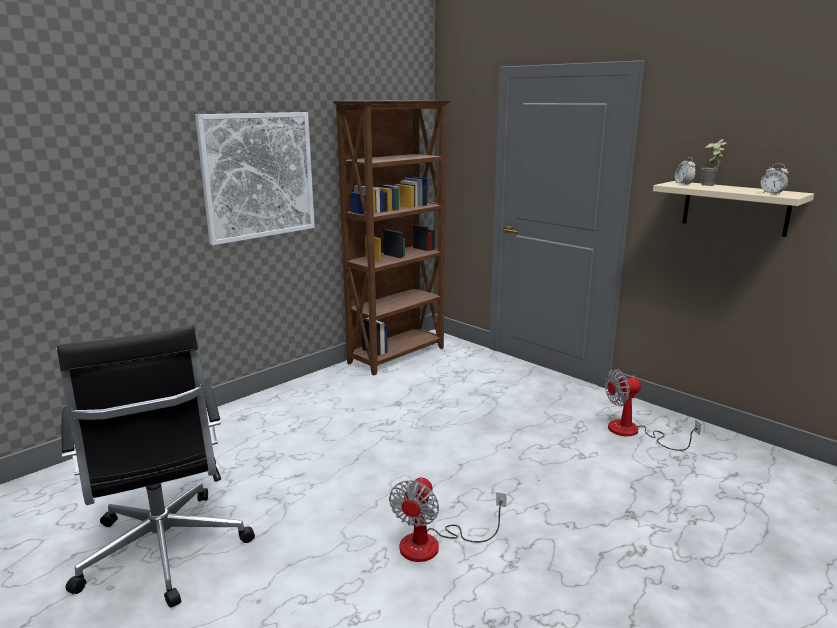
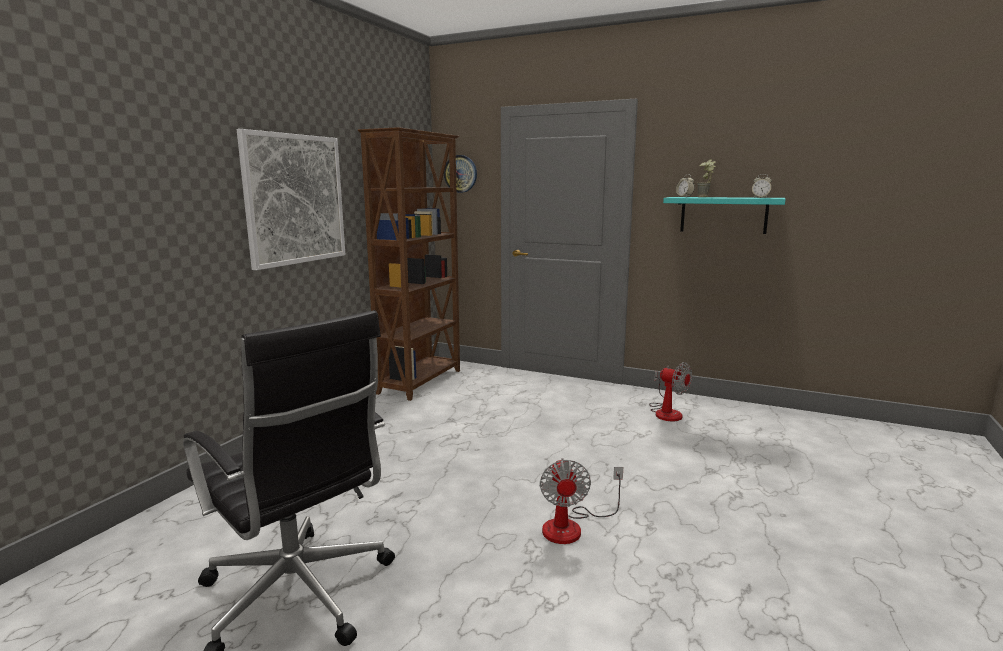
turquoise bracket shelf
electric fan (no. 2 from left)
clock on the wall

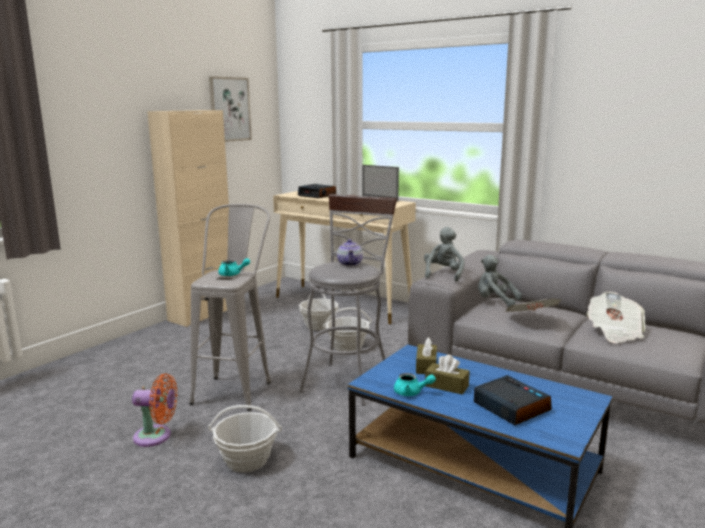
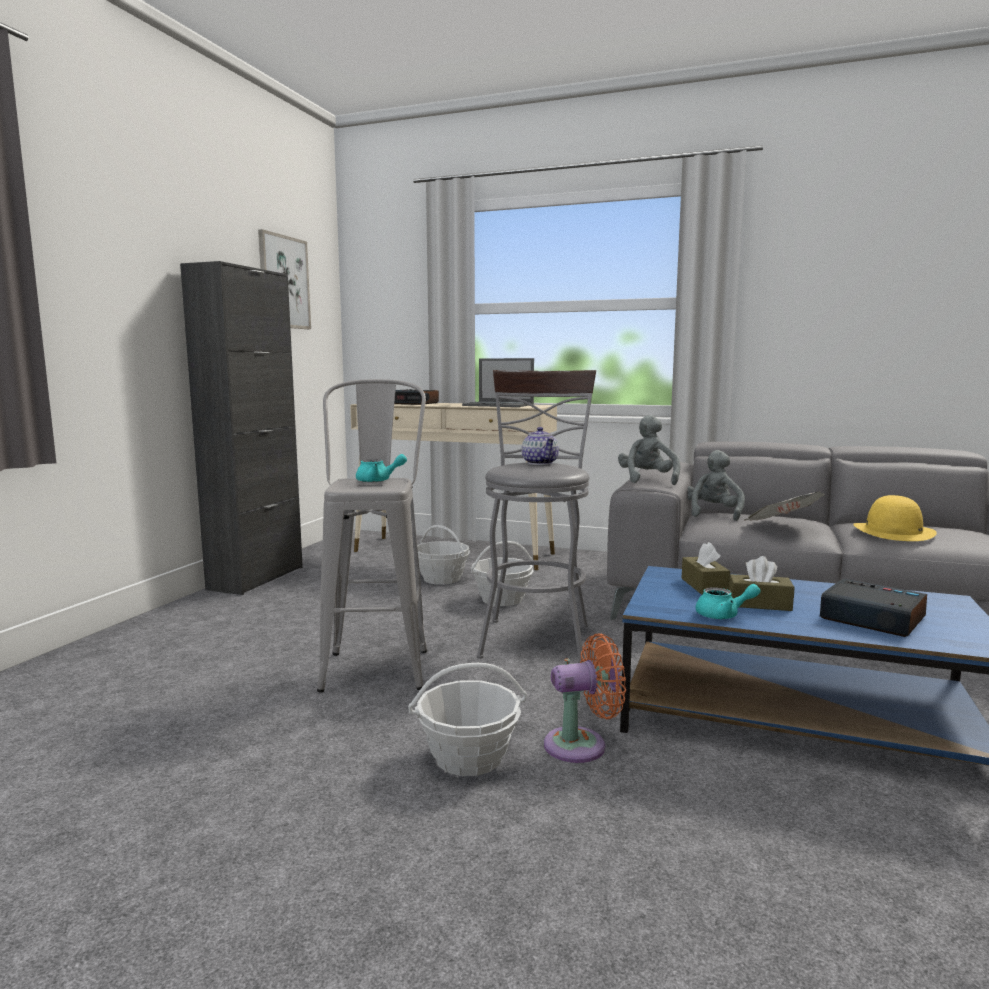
blackish storage cabinet
grey cuddly toy (no. 2 from left)
yellow wearable hat
orangey electric fan

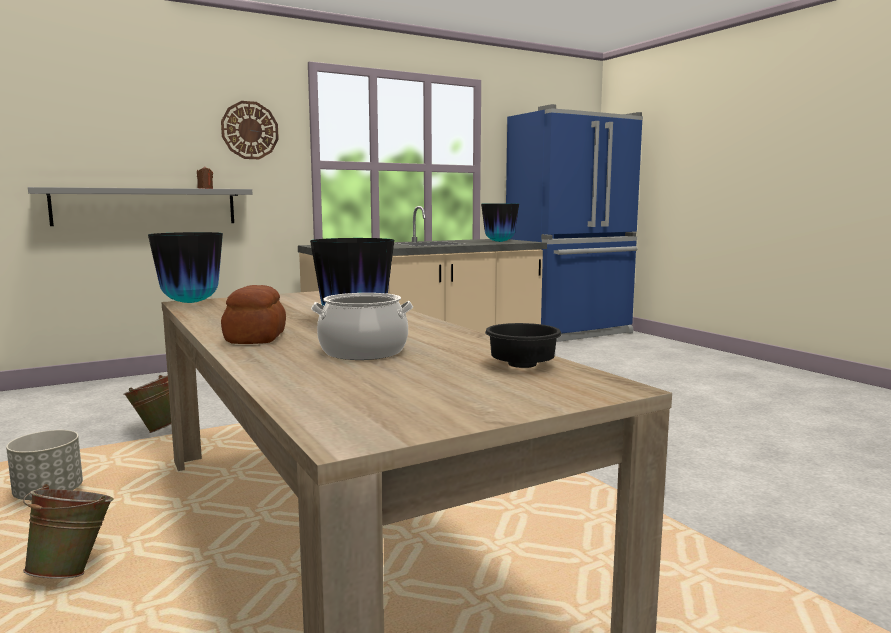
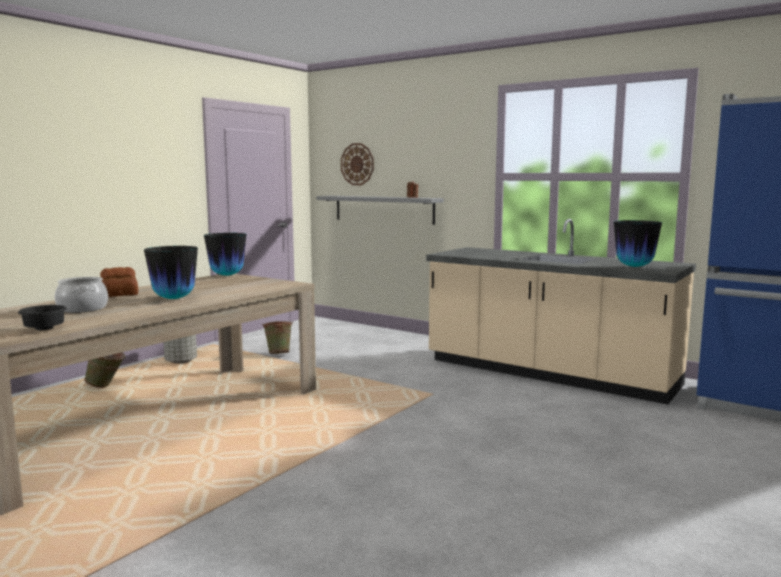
clock on the wall

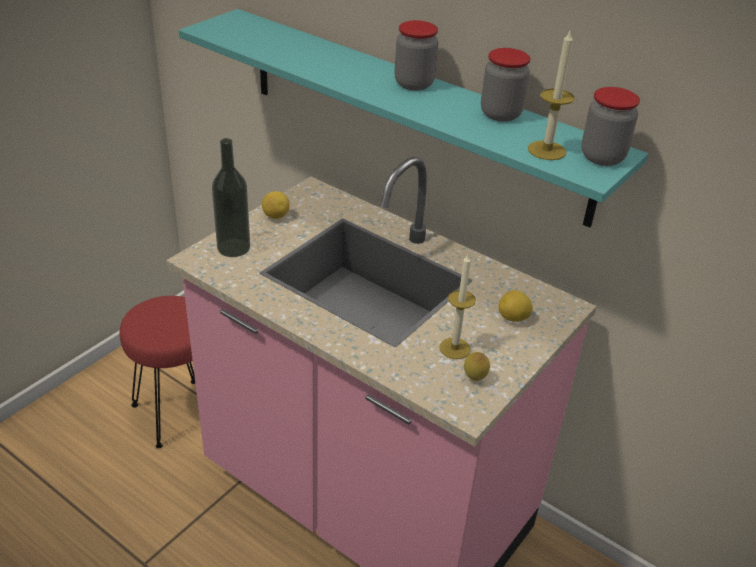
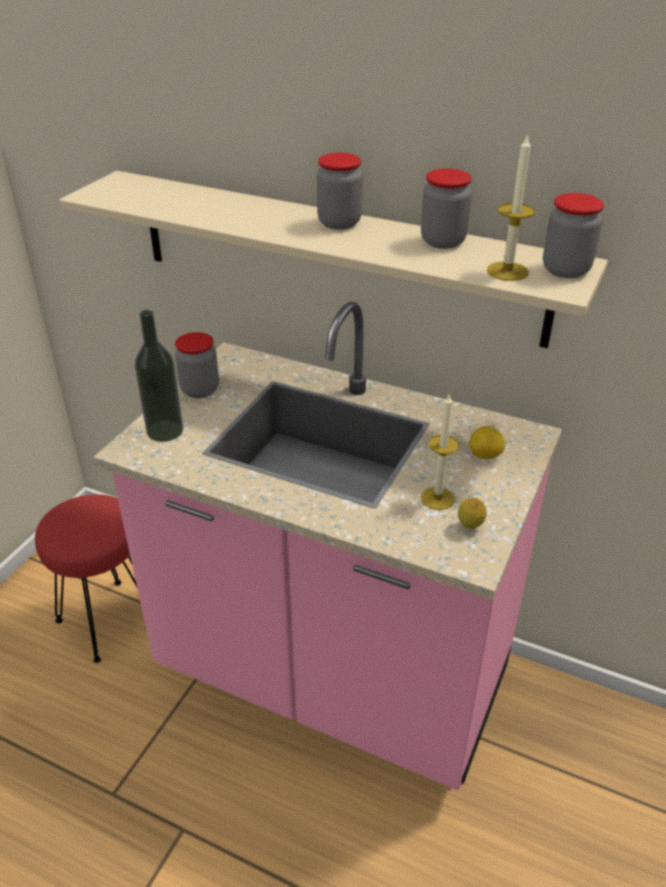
sand-coloured bracket shelf
storage jar (no. 1 from left)

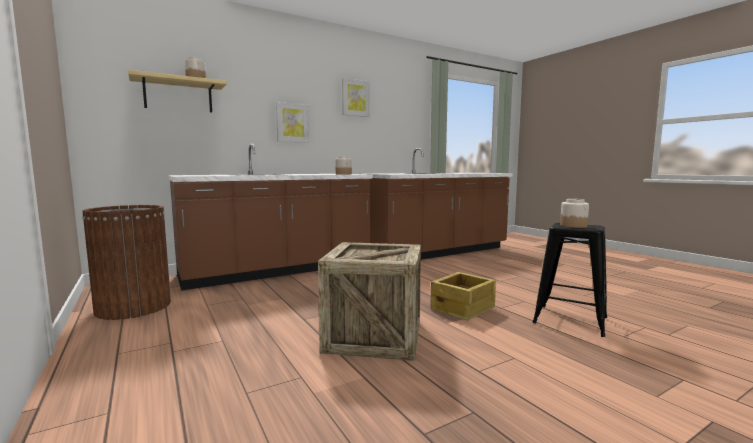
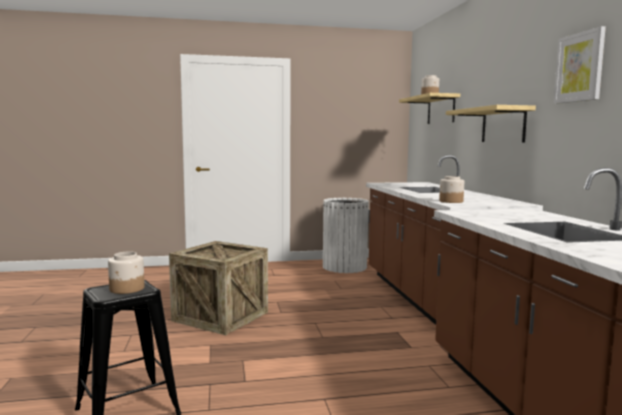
bracket shelf (no. 2 from left)
whitish waste bin
shipping crate (no. 2 from left in the first image)

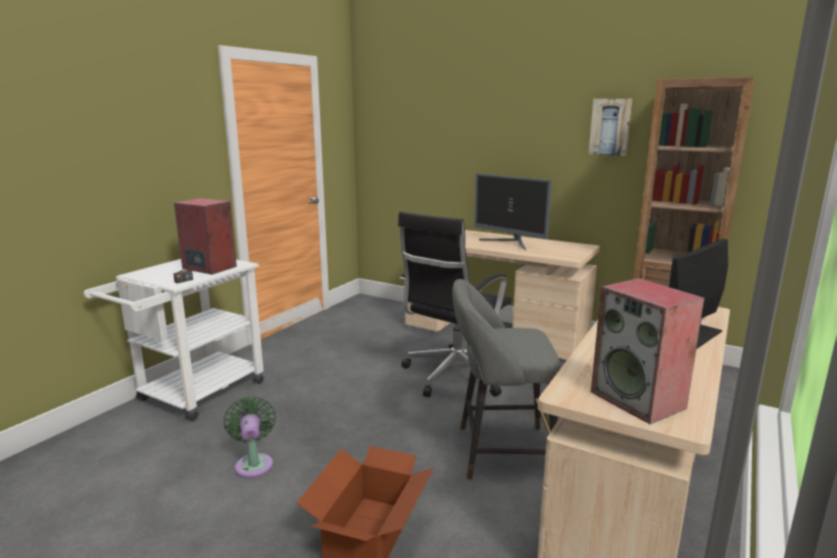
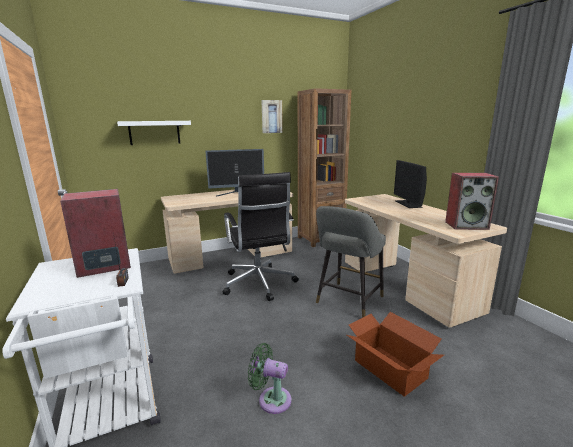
whitish bracket shelf

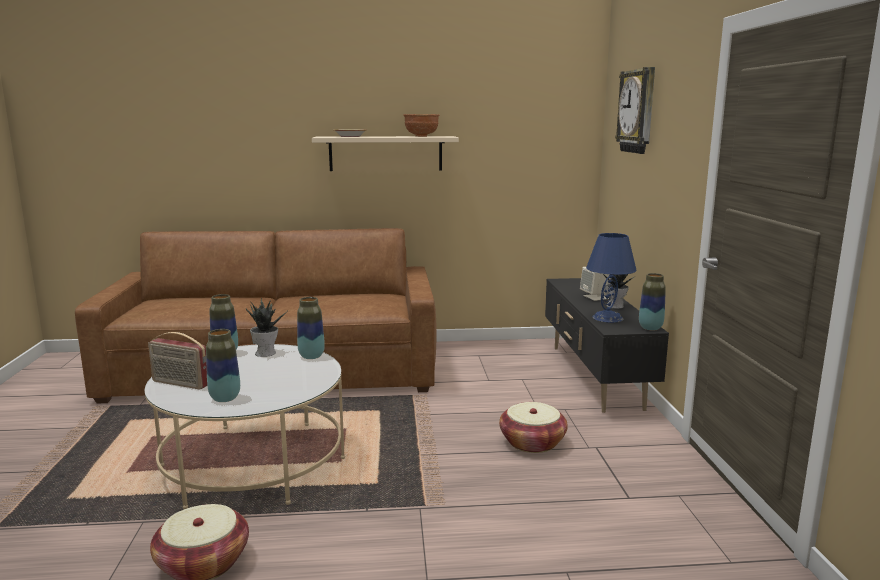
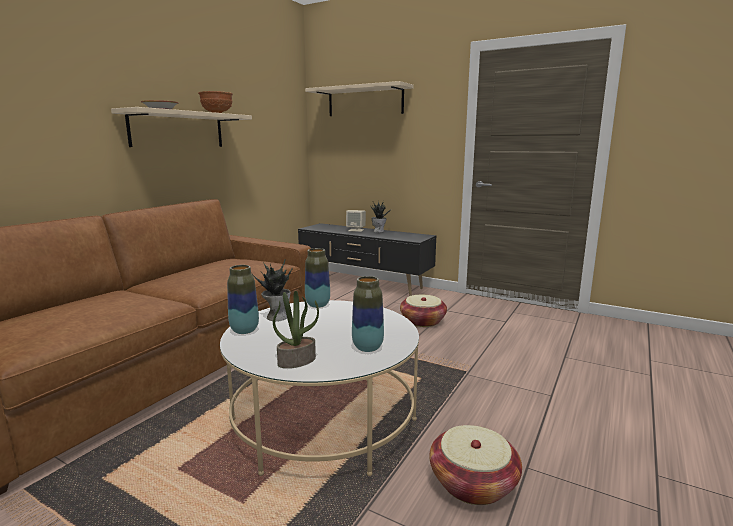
sand-coloured bracket shelf (no. 2 from left)
bluish table lamp
decorative vase (no. 4 from left in the first image)
potted plant (no. 2 from left)

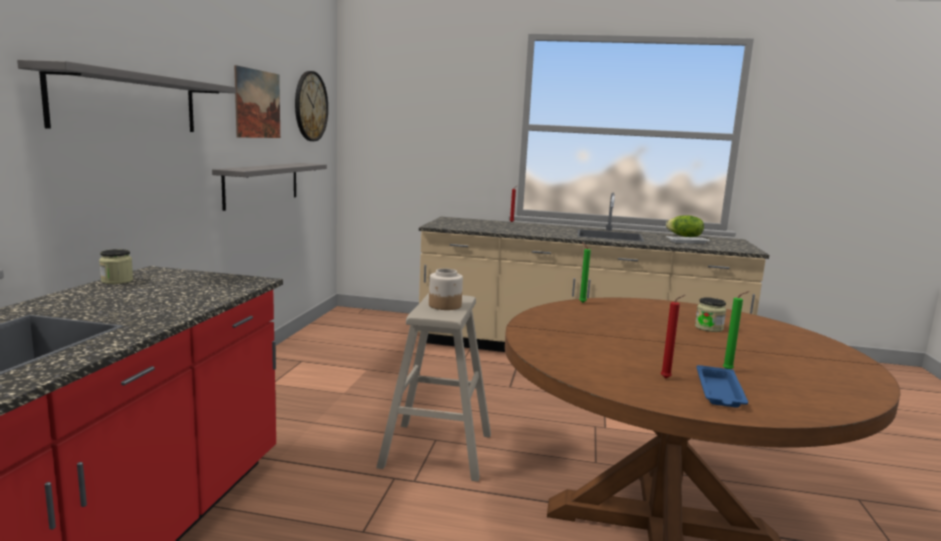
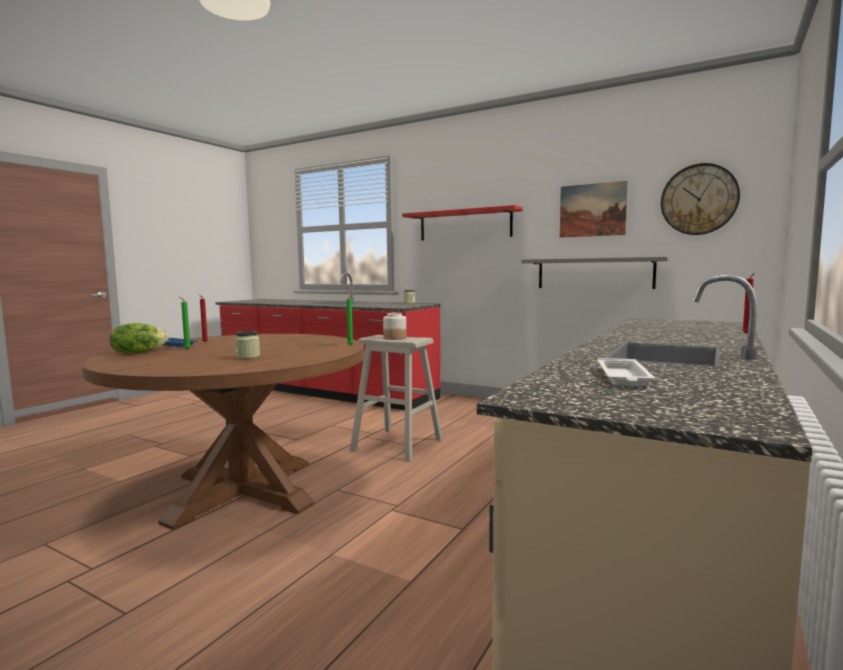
red bracket shelf
lettuce

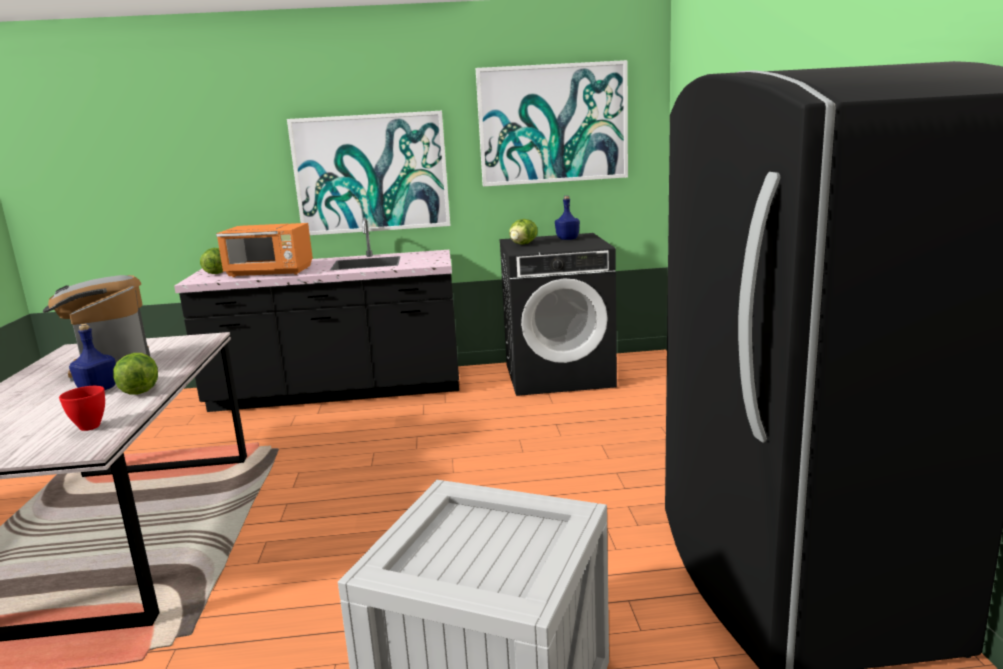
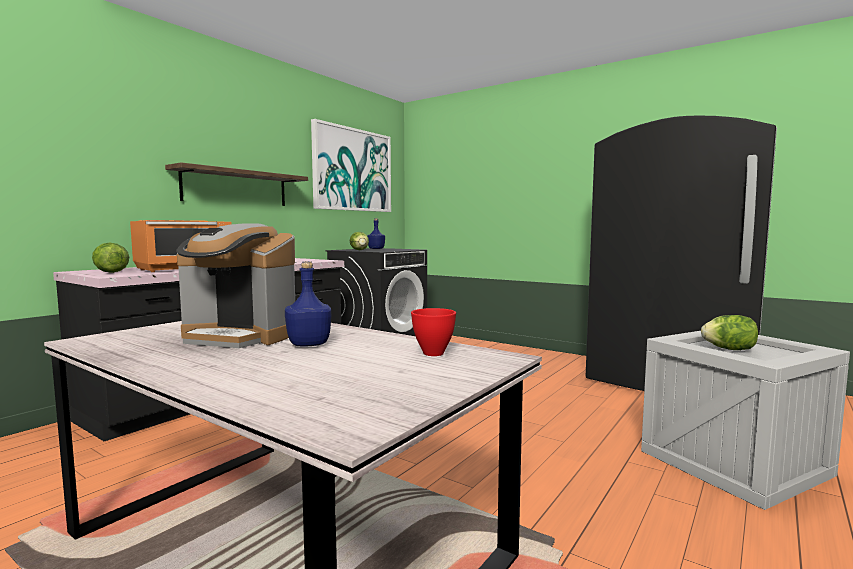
bracket shelf
lettuce (no. 3 from left)

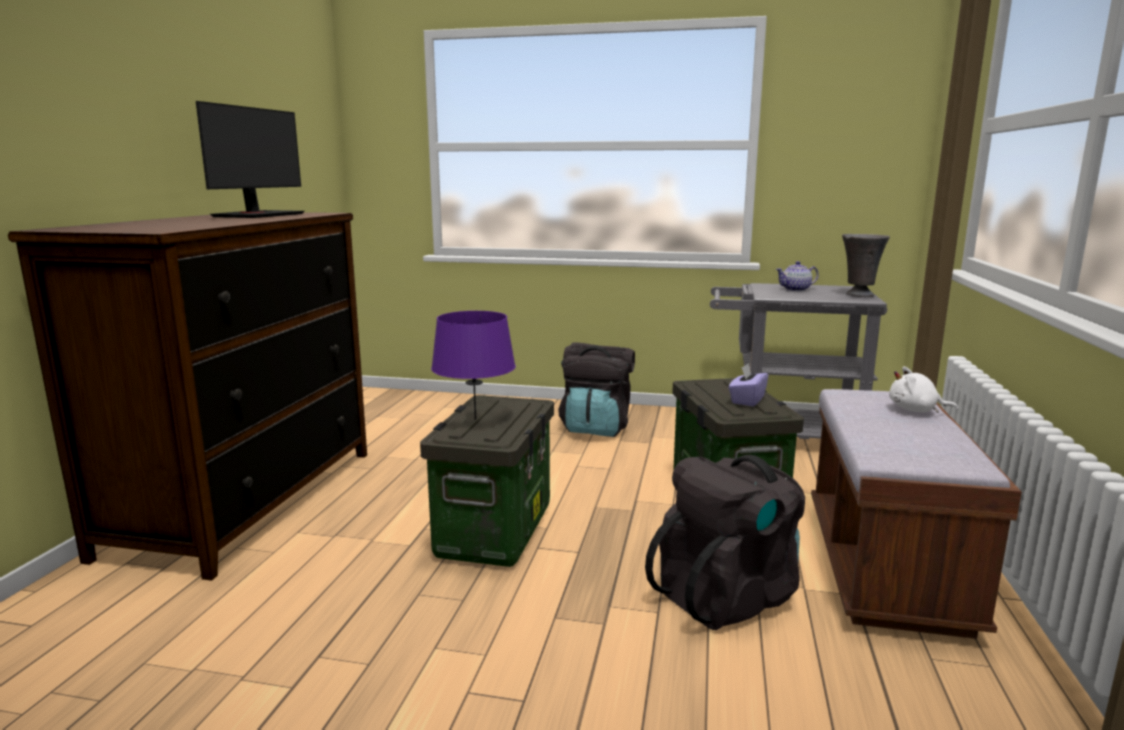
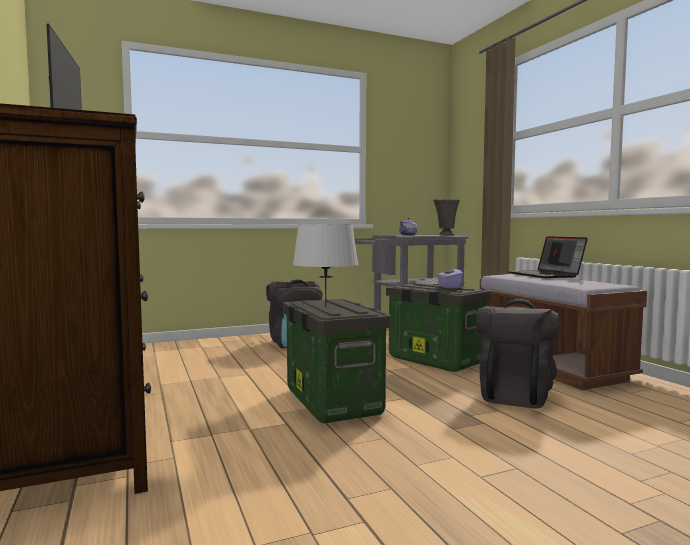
grey table lamp
notebook computer

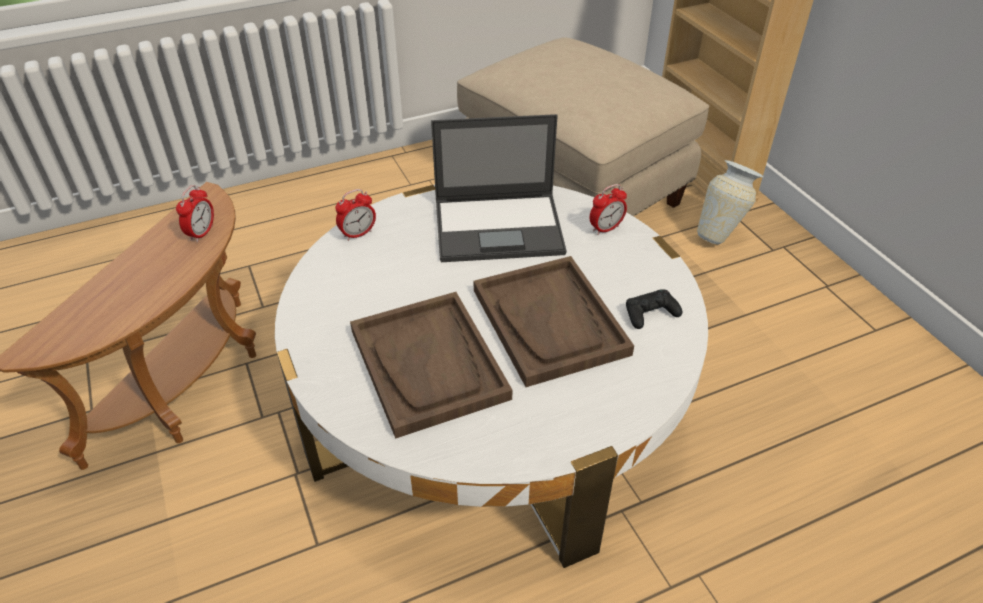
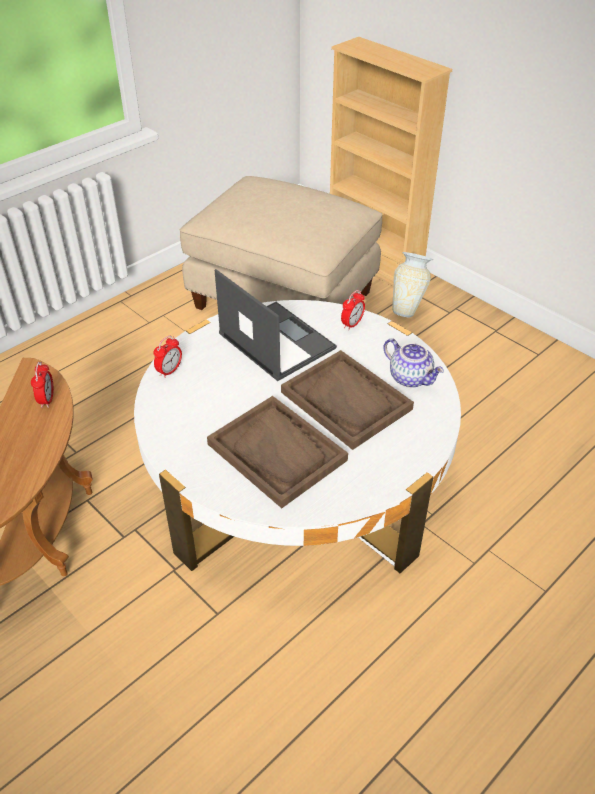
notebook computer
tea pot

